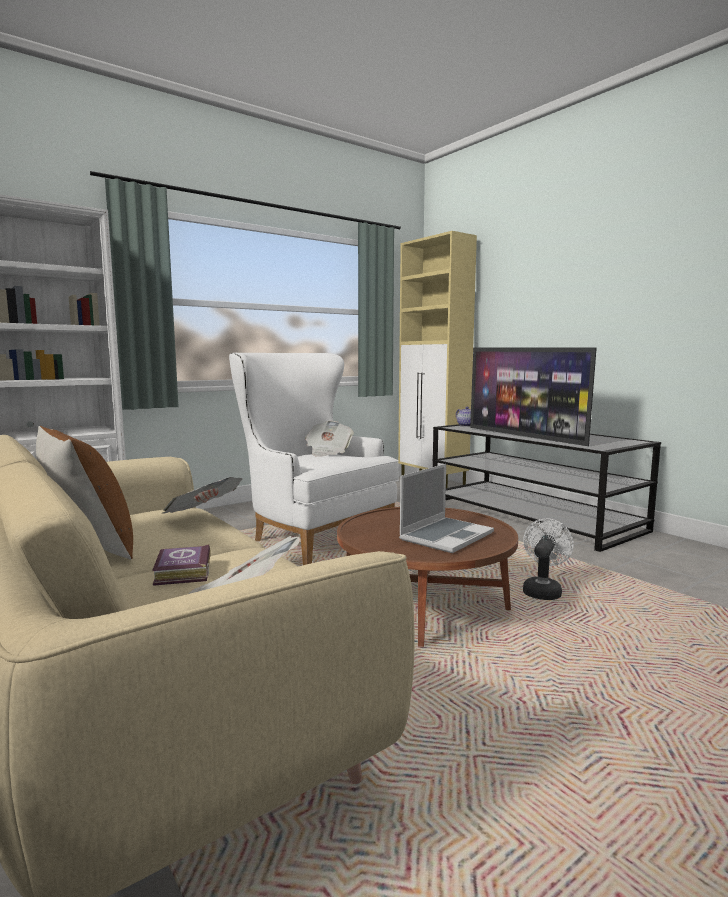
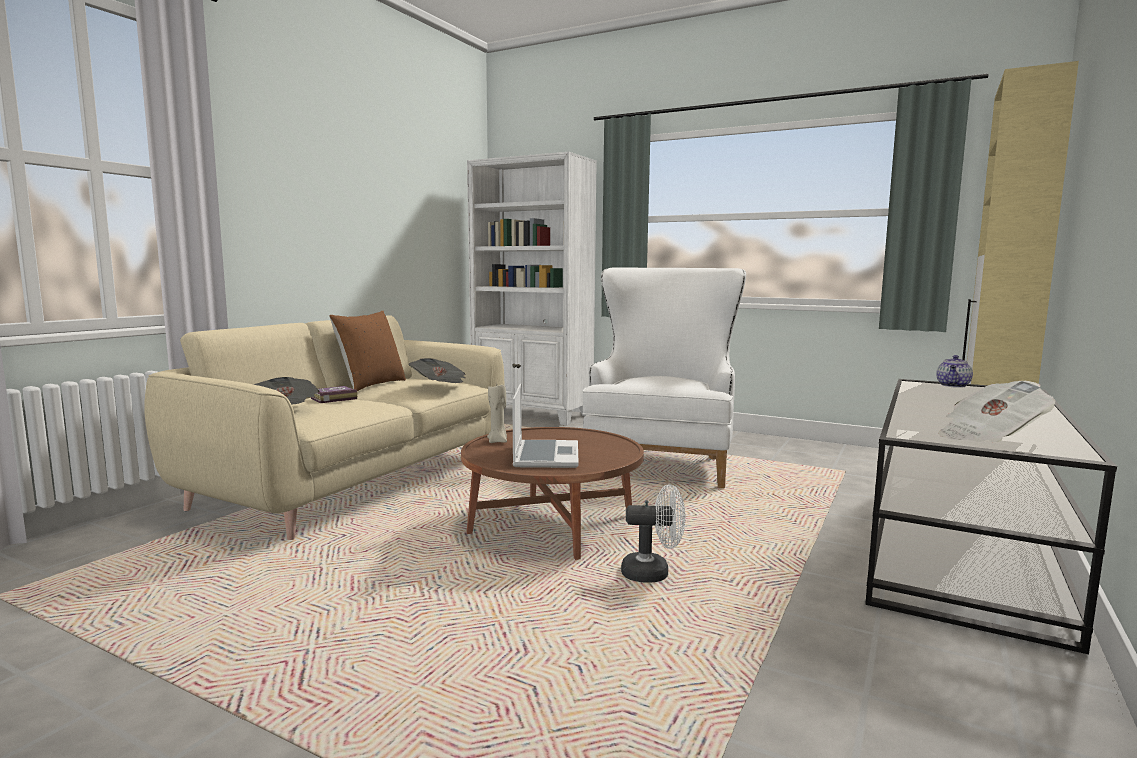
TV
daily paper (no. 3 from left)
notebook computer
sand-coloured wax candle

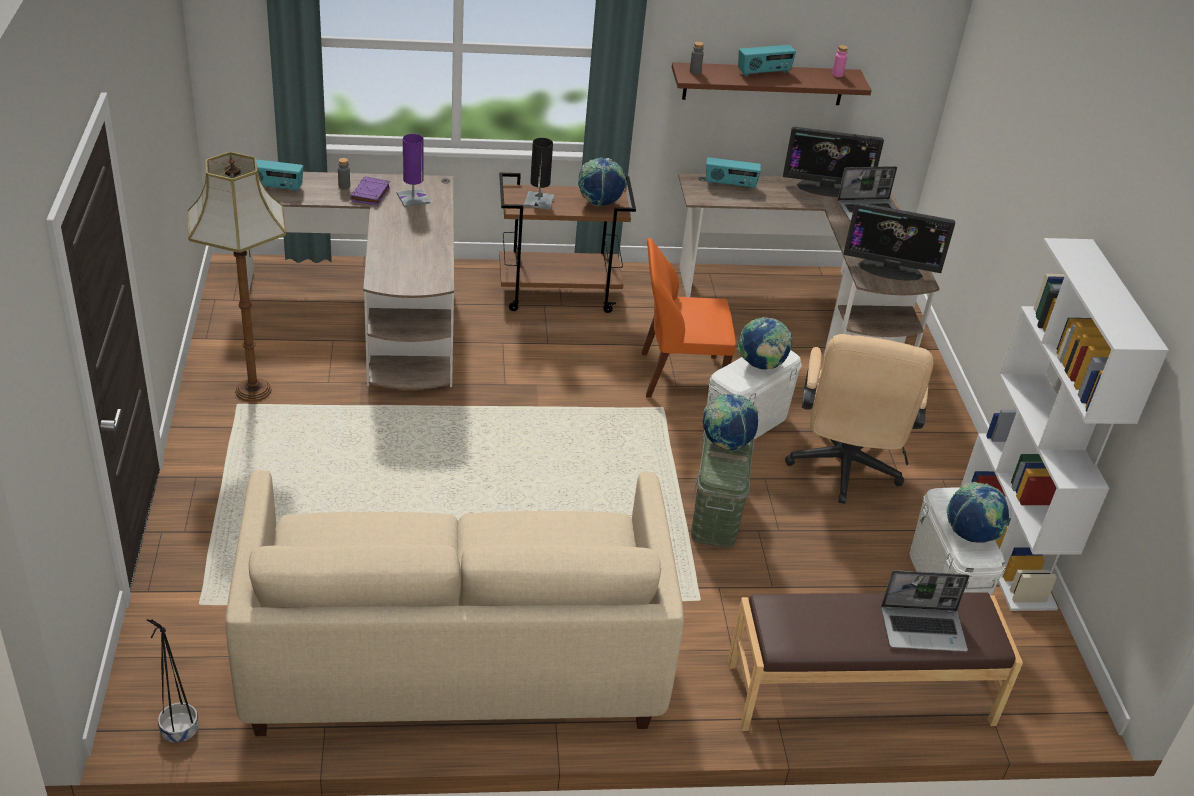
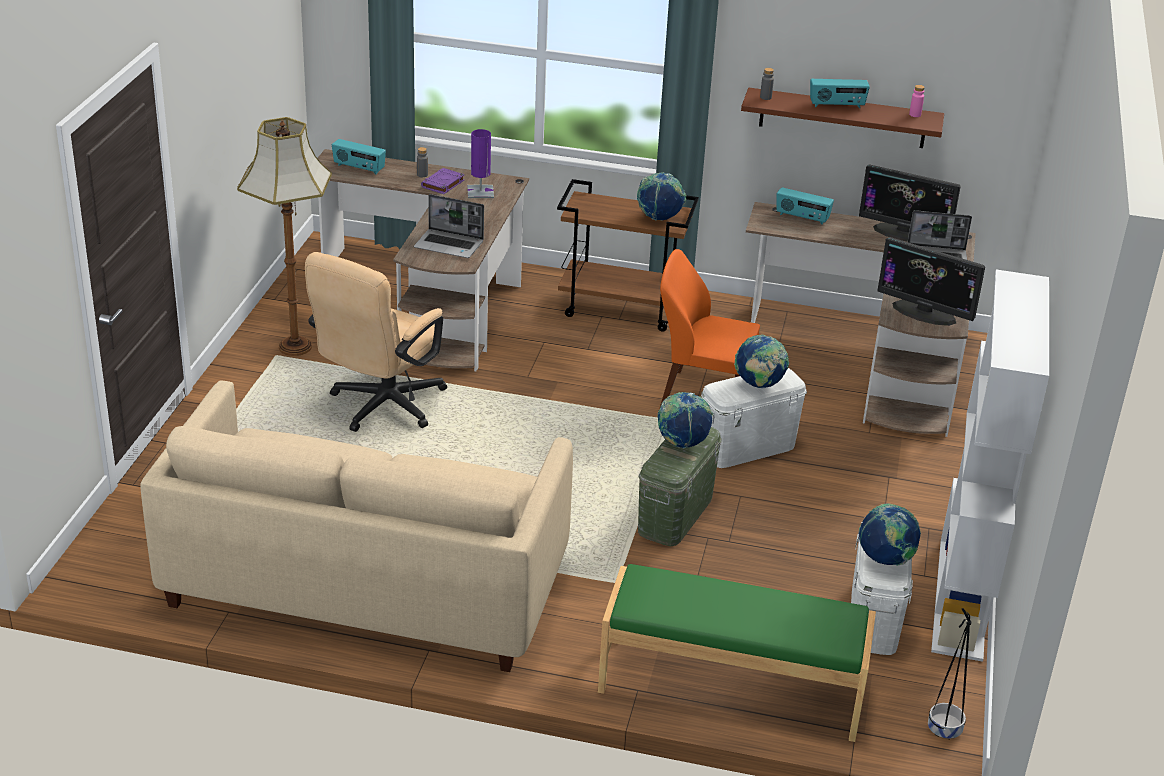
blackish table lamp
sand-coloured computer chair
notebook computer (no. 1 from left)
green-coloured bench
blackish planter

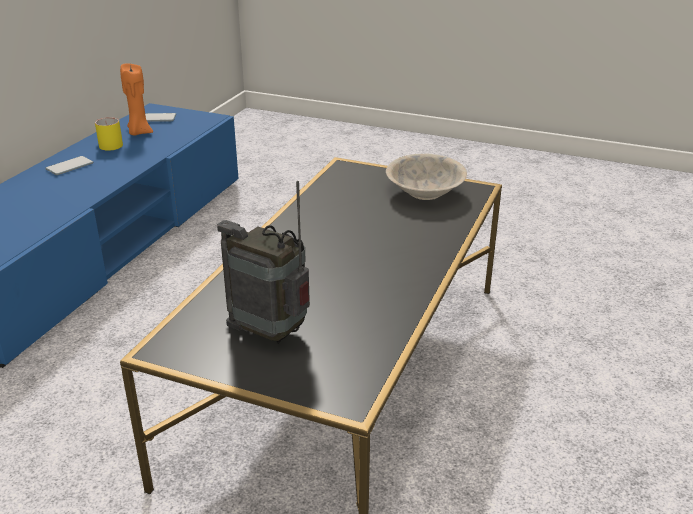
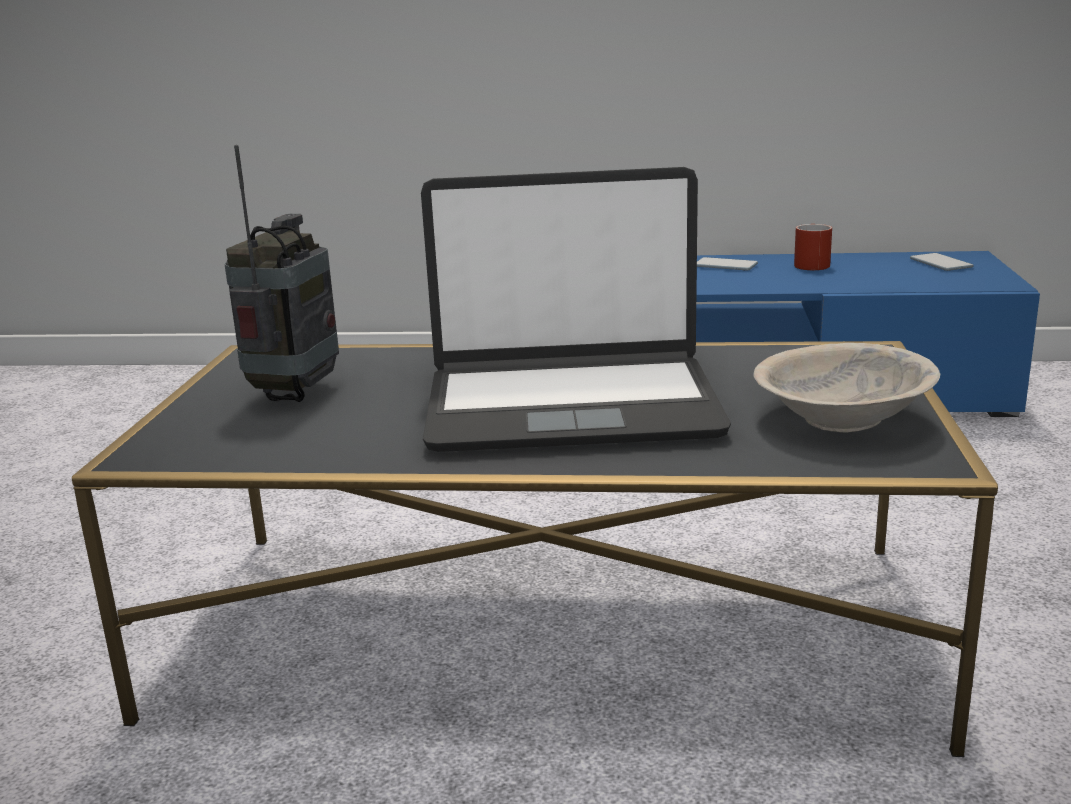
orangey wax candle
red coffee mug
notebook computer

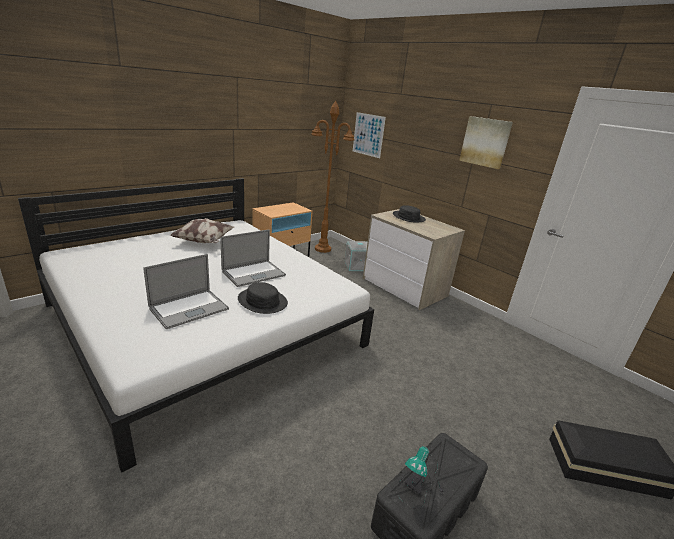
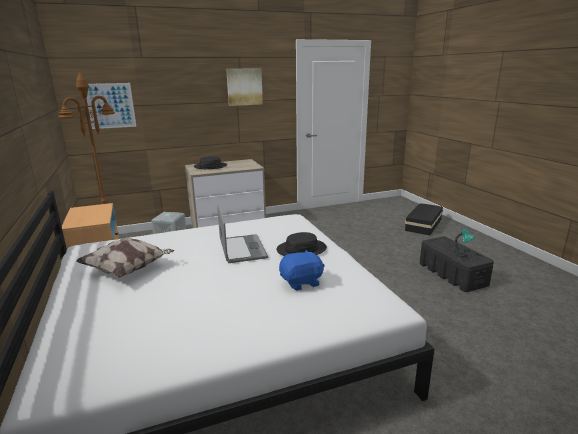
bluish cuddly toy

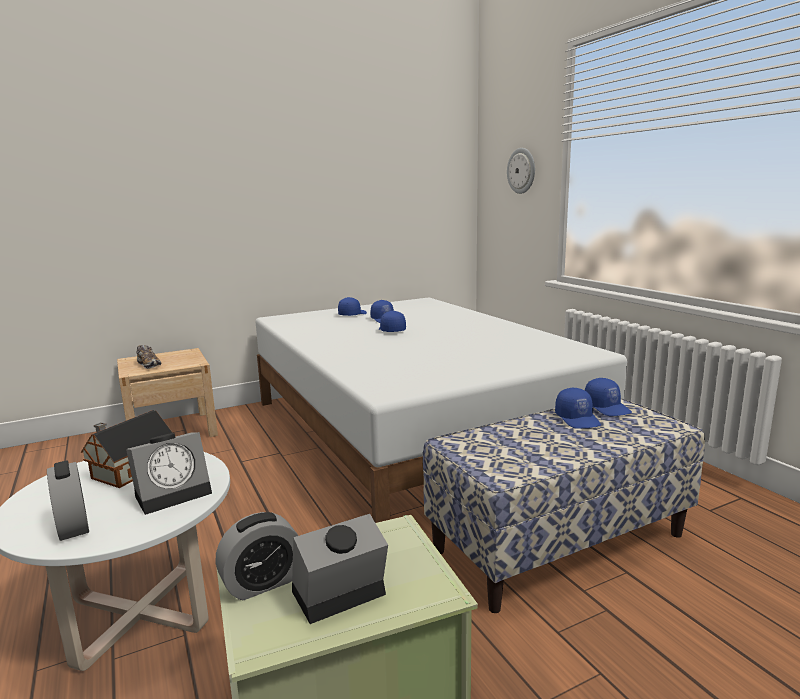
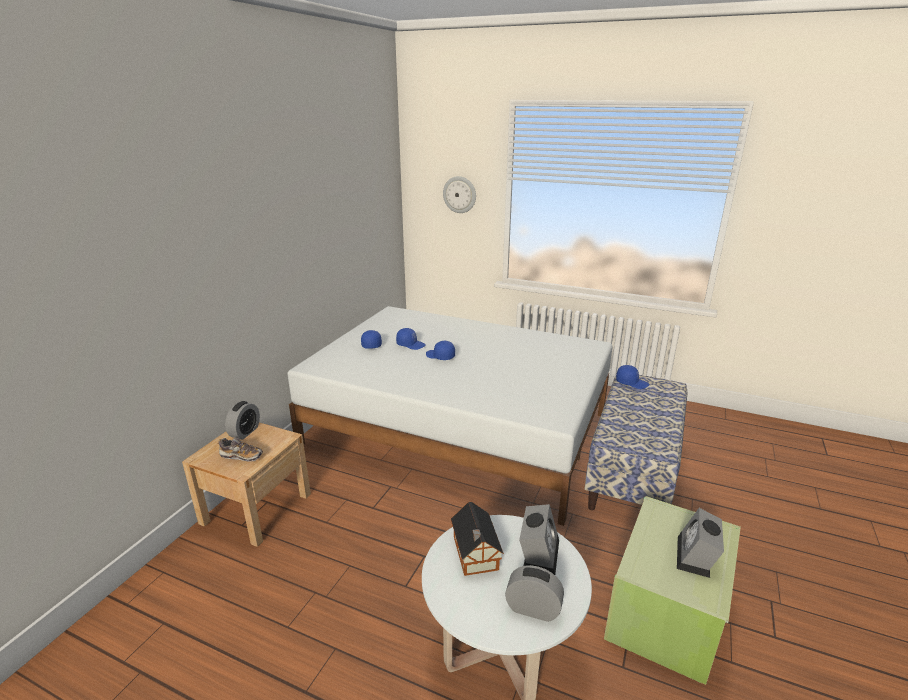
bluish baseball cap (no. 4 from left in the first image)
alarm clock (no. 1 from left)

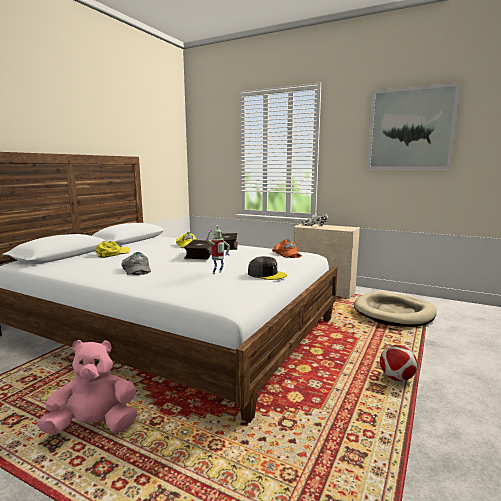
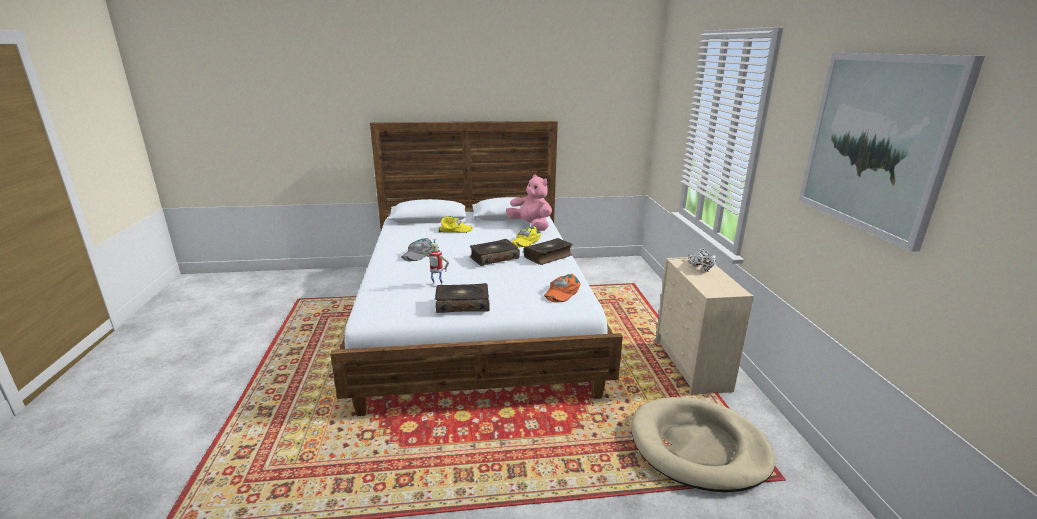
volume (no. 1 from left)
pink-coloured cuddly toy
football ball

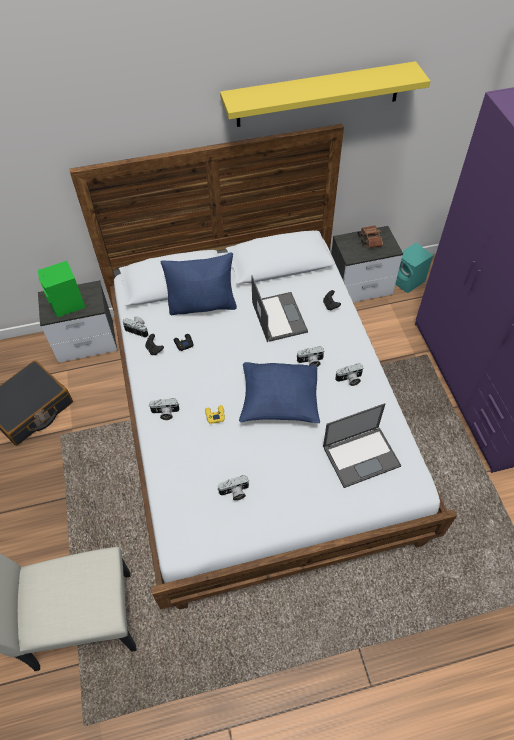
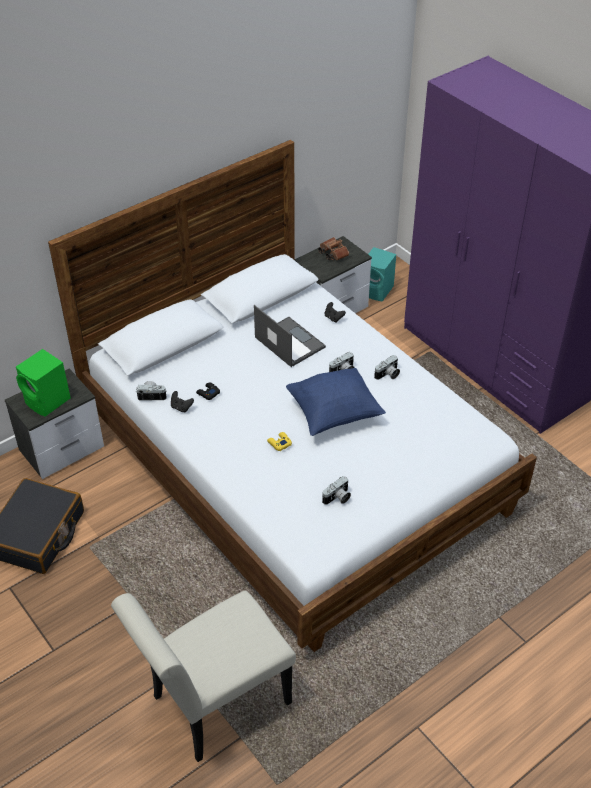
yellow bracket shelf
bluish cushion (no. 1 from left in the first image)
photo camera (no. 2 from left in the first image)
notebook computer (no. 2 from left in the first image)

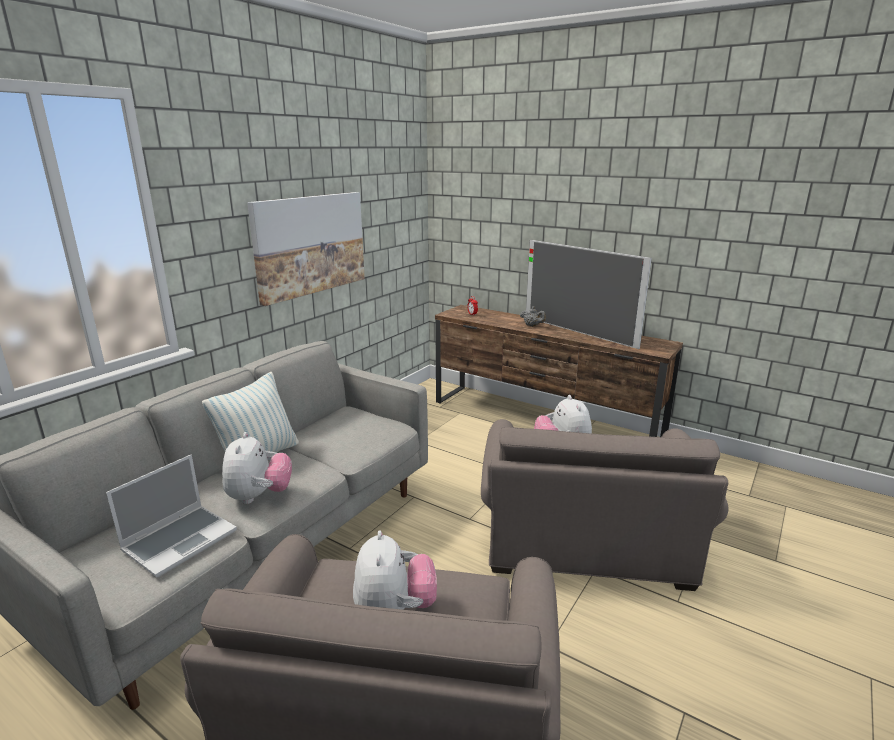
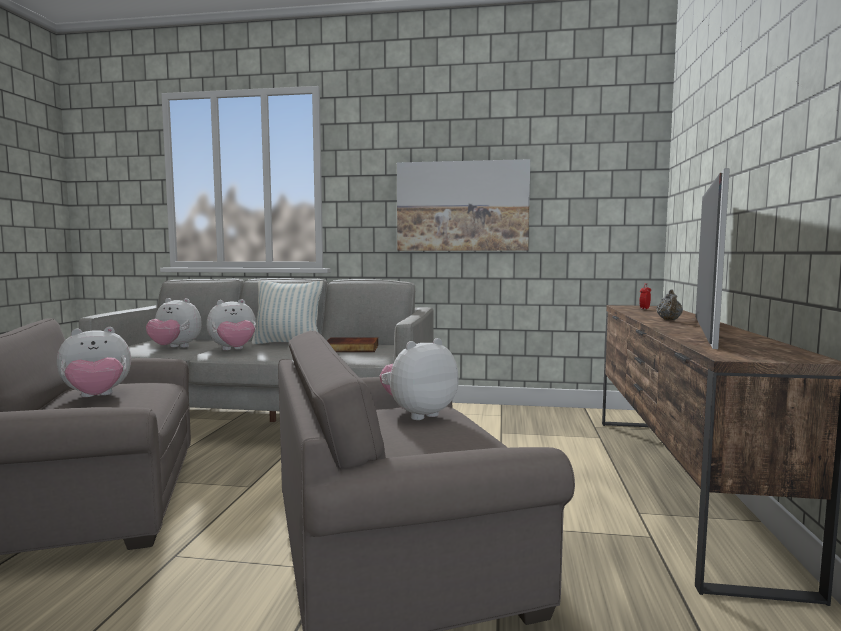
cuddly toy (no. 2 from left)
volume

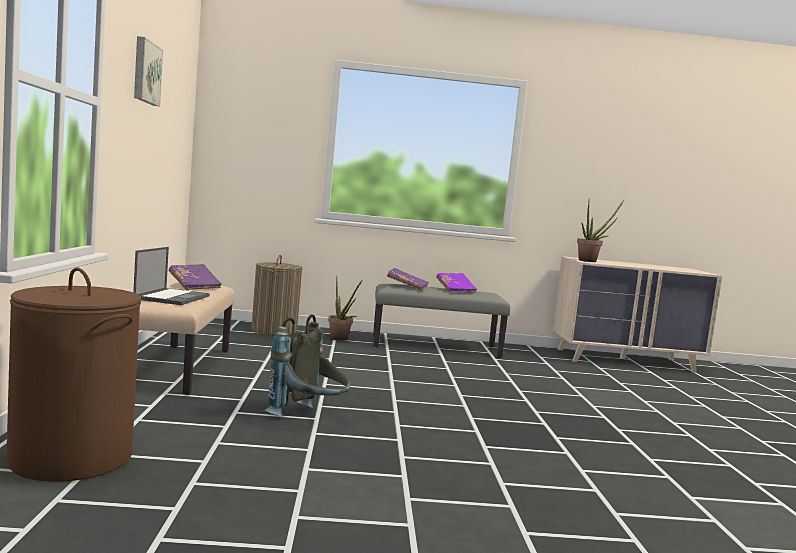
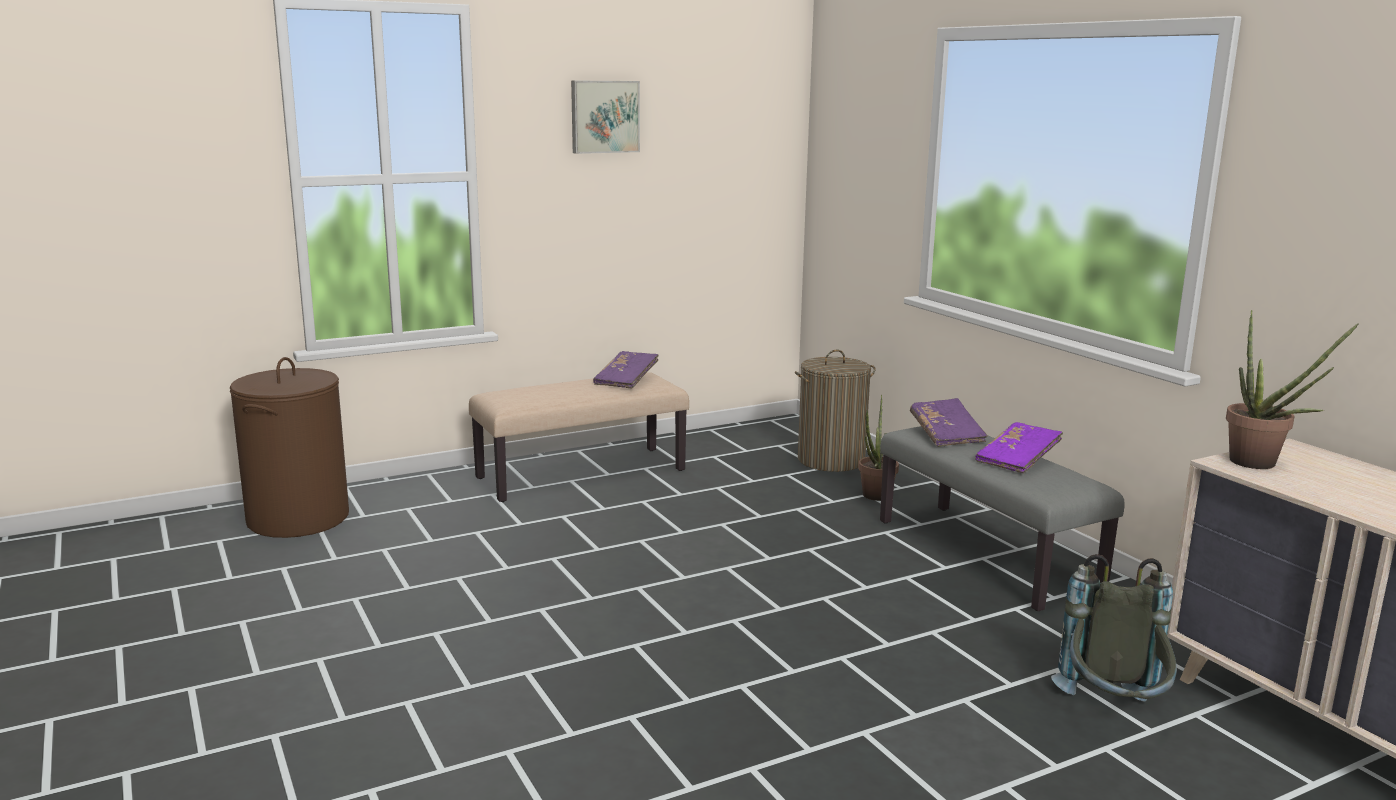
notebook computer
grey knapsack

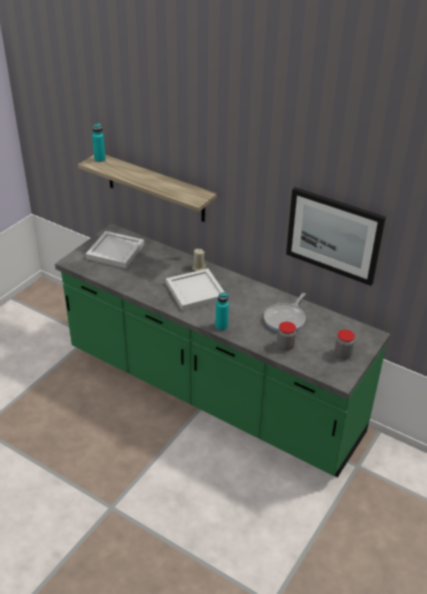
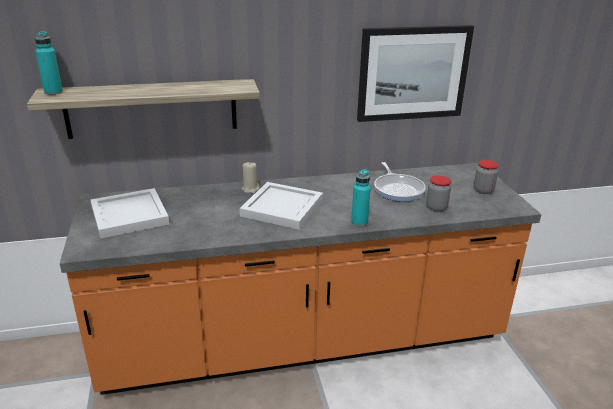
orangey counter

